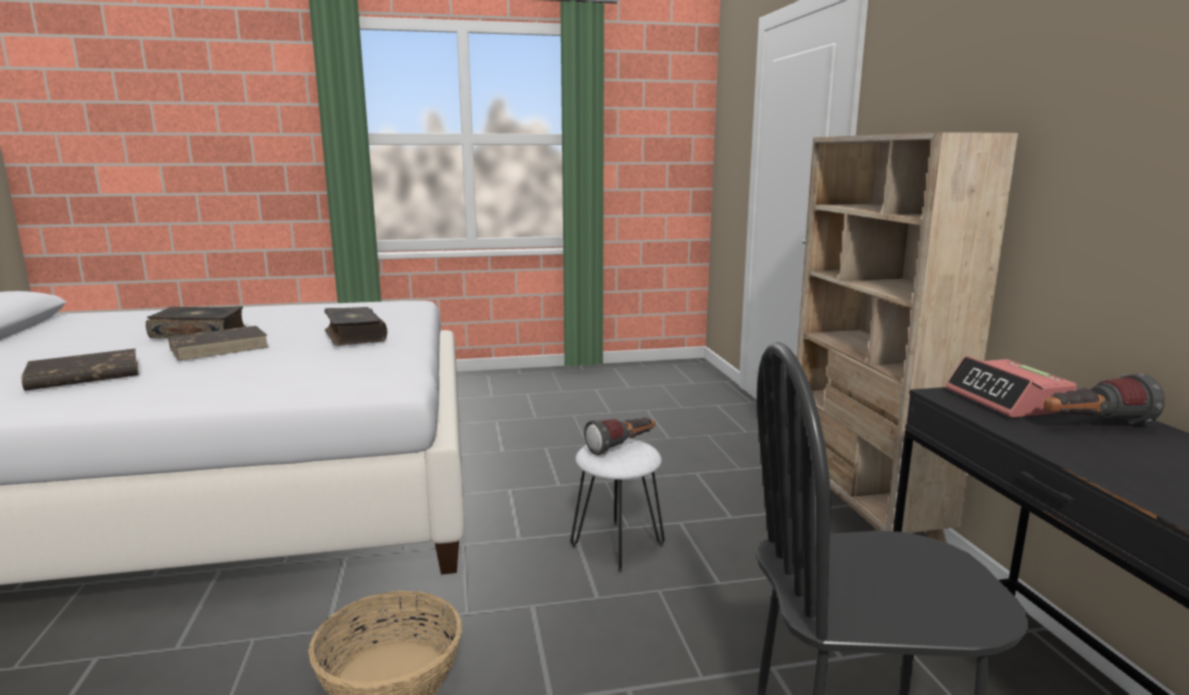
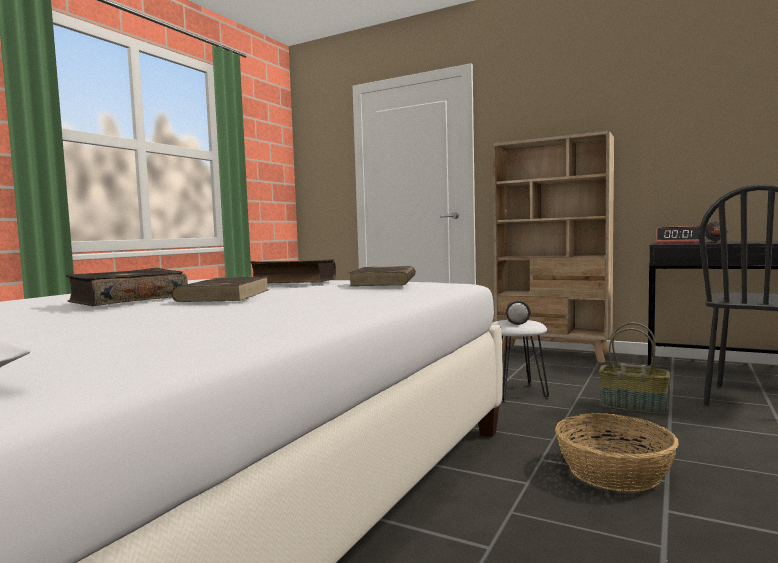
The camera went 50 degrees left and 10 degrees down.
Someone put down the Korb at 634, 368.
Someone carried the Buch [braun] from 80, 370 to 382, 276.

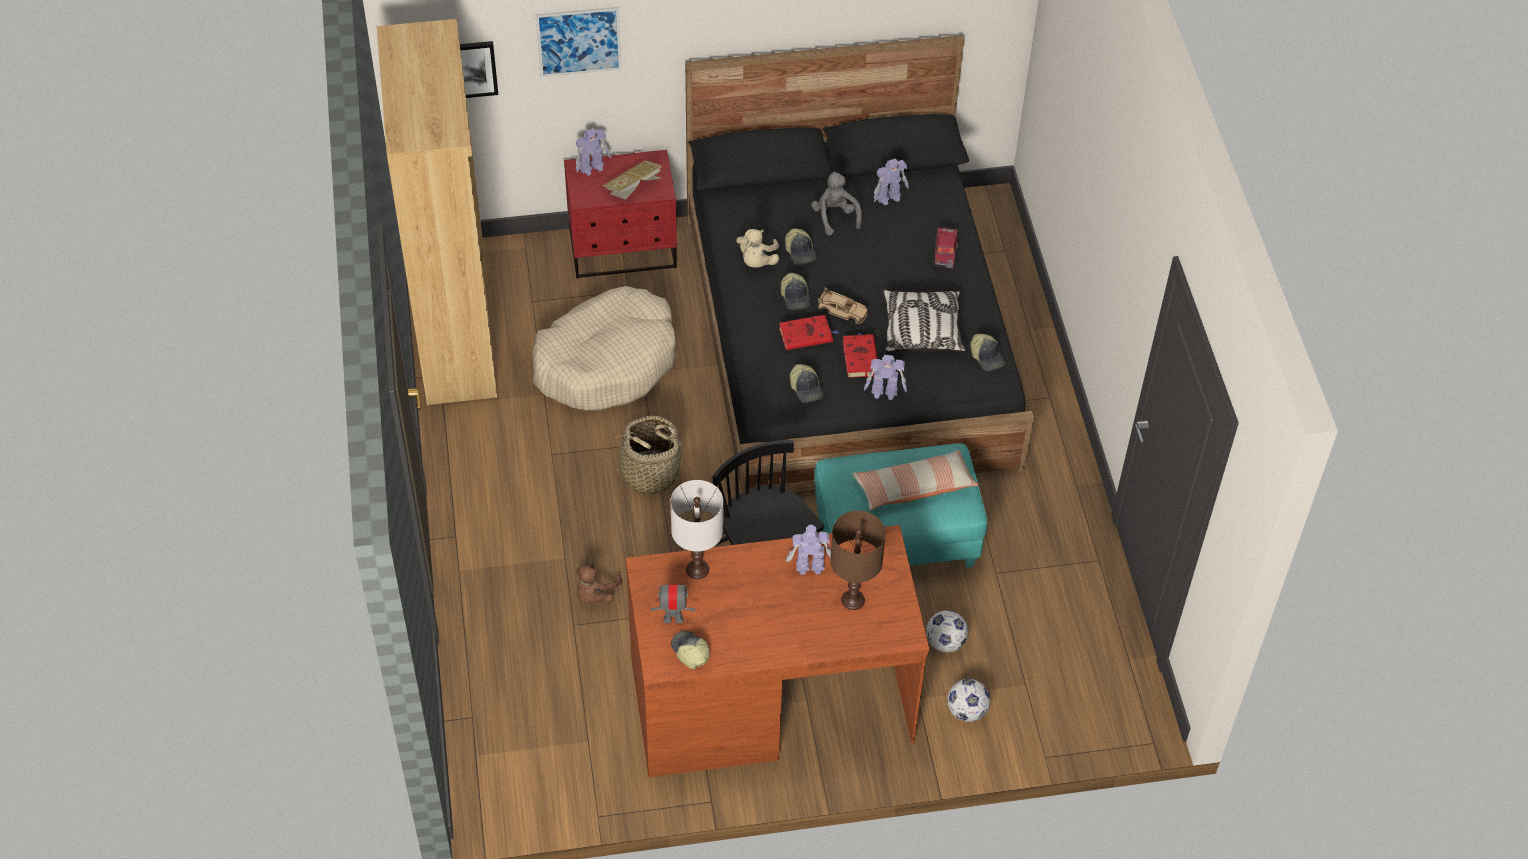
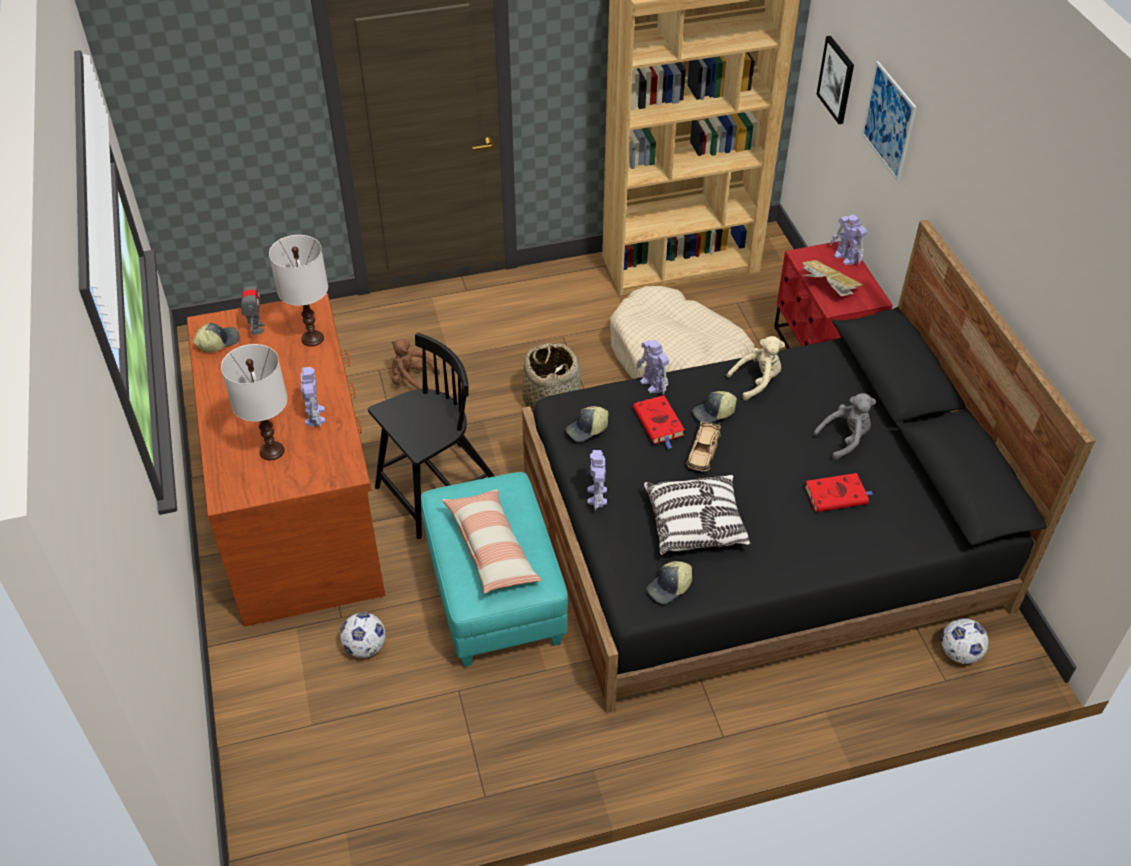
The camera went 85 degrees right and 5 degrees down.
Someone took away the Kappe at 800, 246.
Someone took away the Spielzeugauto at 946, 247.
Someone carried the Buch [rot] from 860, 355 to 839, 492.
Someone carried the Spielzeugroboter from 891, 181 to 653, 367.
Someone carried the Fußball from 968, 700 to 965, 641.
Someone repainted the Tischlampe [braun] at 858, 560, which became the Tischlampe [weiß] at 254, 402.
Someone rotated the Plüschtier [beige] at 757, 248 by 150 degrees clockwise.

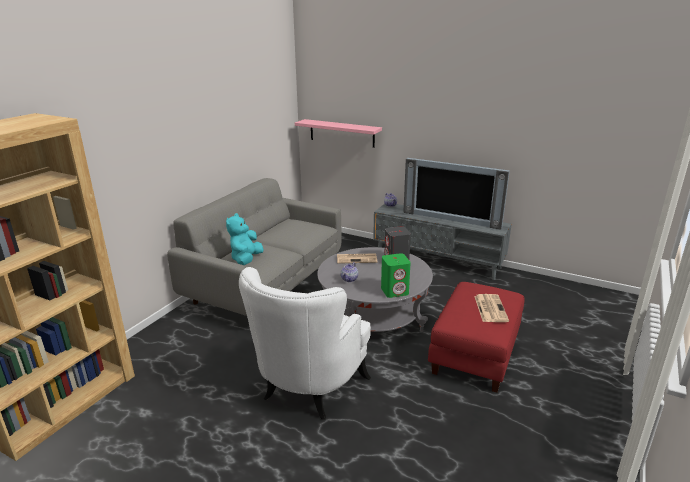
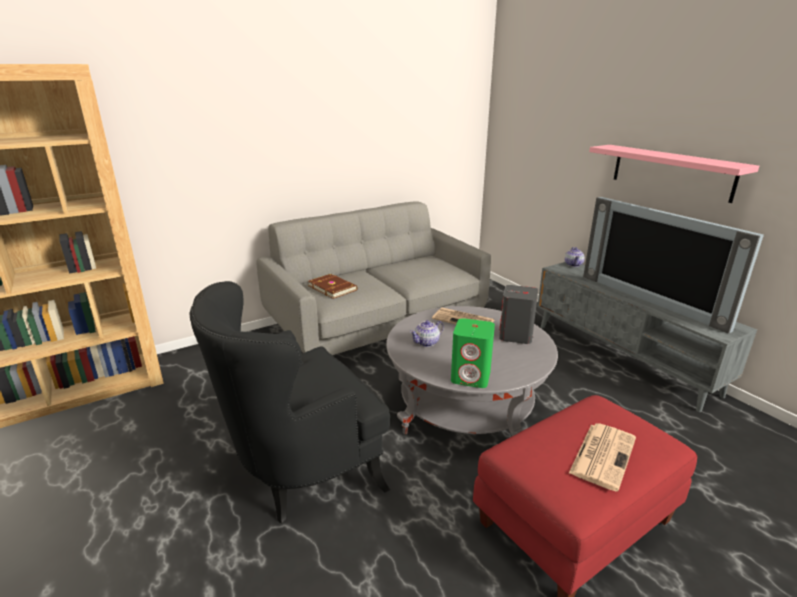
The camera went 30 degrees right and 0 degrees up.
Someone carried the Wandregal [rosa] from 338, 133 to 674, 174.
Someone swapped the Plüschtier [türkis] at 245, 239 for the Buch [braun] at 332, 286.
Someone repainted the Sessel [weiß] at 305, 343, which became the Sessel [schwarz] at 289, 402.

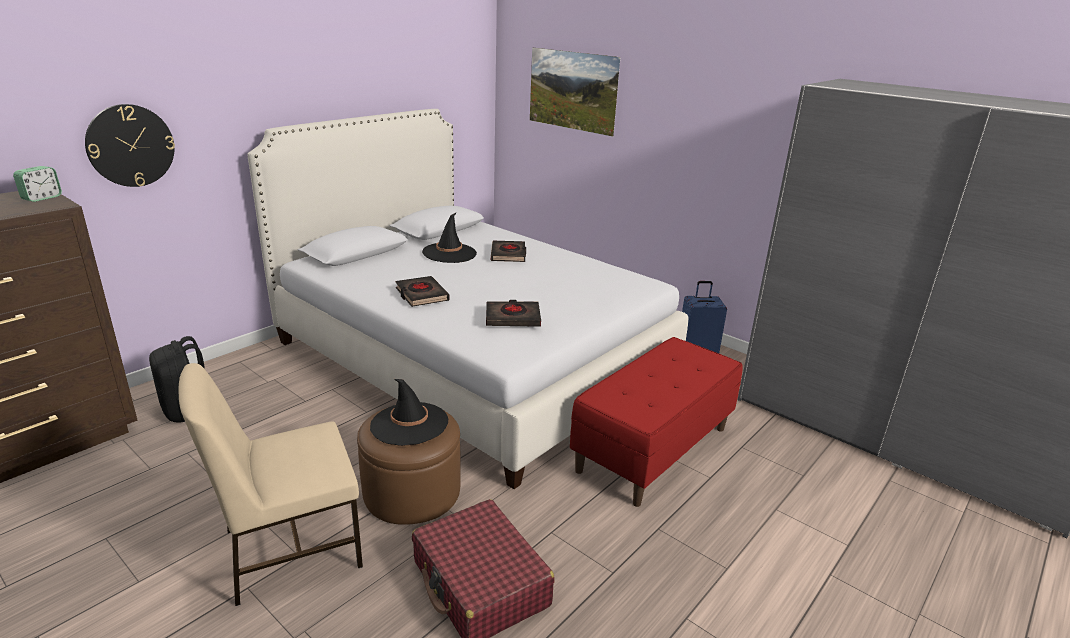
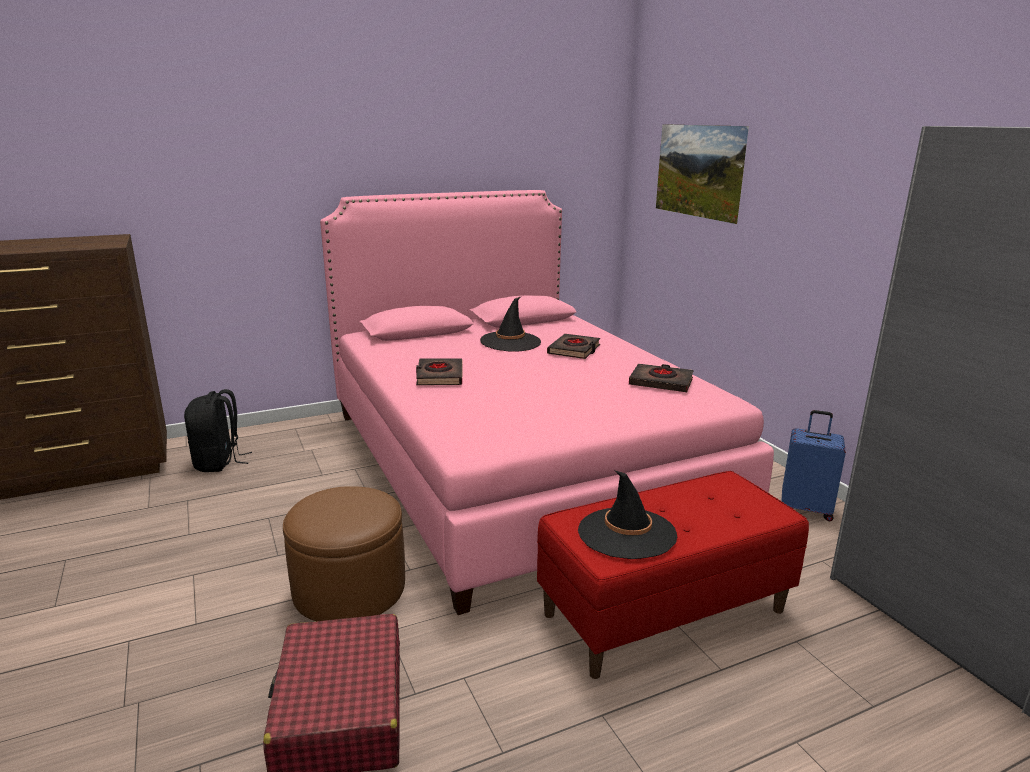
The camera went 25 degrees right and 5 degrees down.
Someone took away the Wecker at 37, 184.
Someone took away the Wanduhr at 130, 145.
Someone took away the Stuhl [beige] at 271, 484.
Someone carried the Hut [schwarz] from 409, 412 to 628, 514.
Someone carried the Buch [schwarz] from 513, 313 to 661, 378.
Someone repainted the Bett [weiß] at 467, 299, which became the Bett [rosa] at 547, 402.

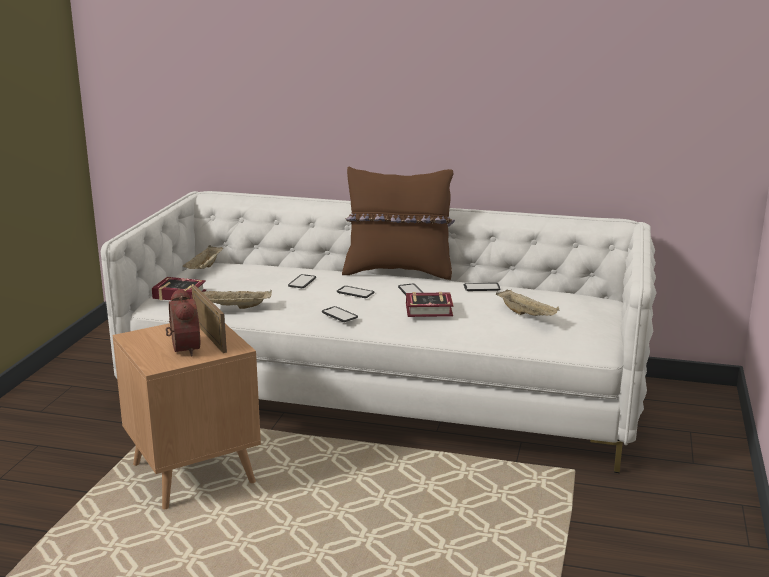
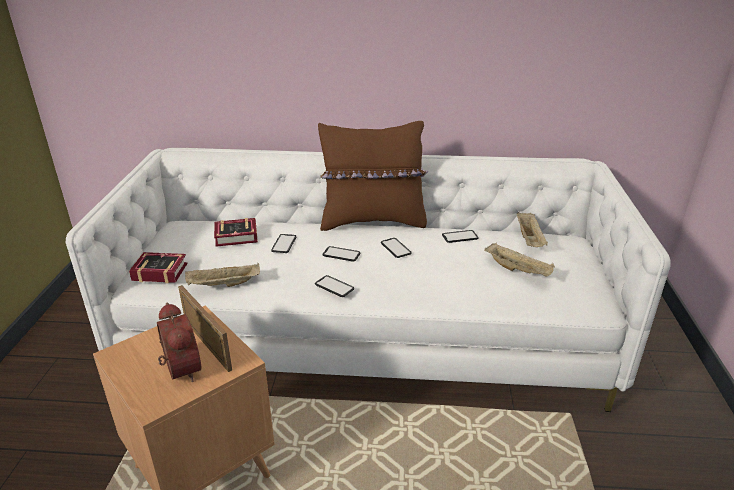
The camera went 10 degrees left and 10 degrees up.
Someone carried the Tablett [beige] from 203, 257 to 532, 229.
Someone carried the Buch from 429, 304 to 236, 232.

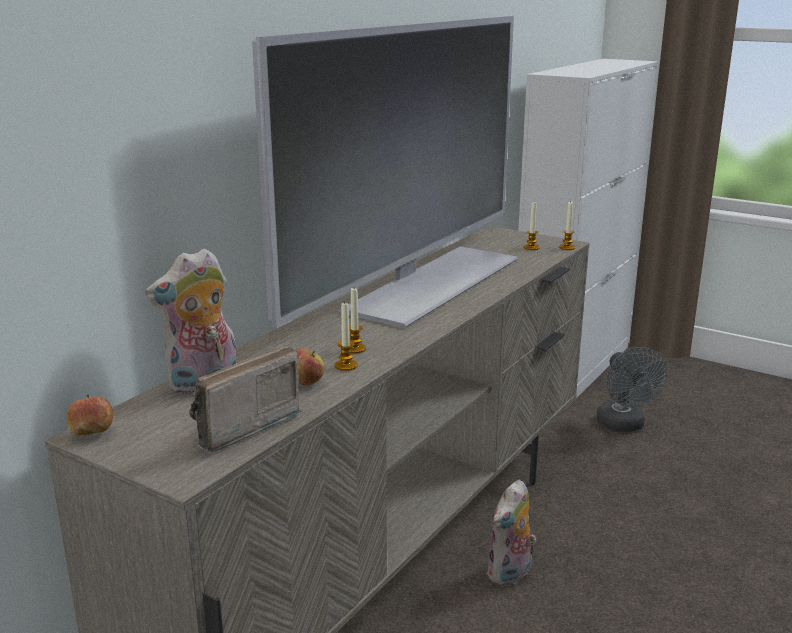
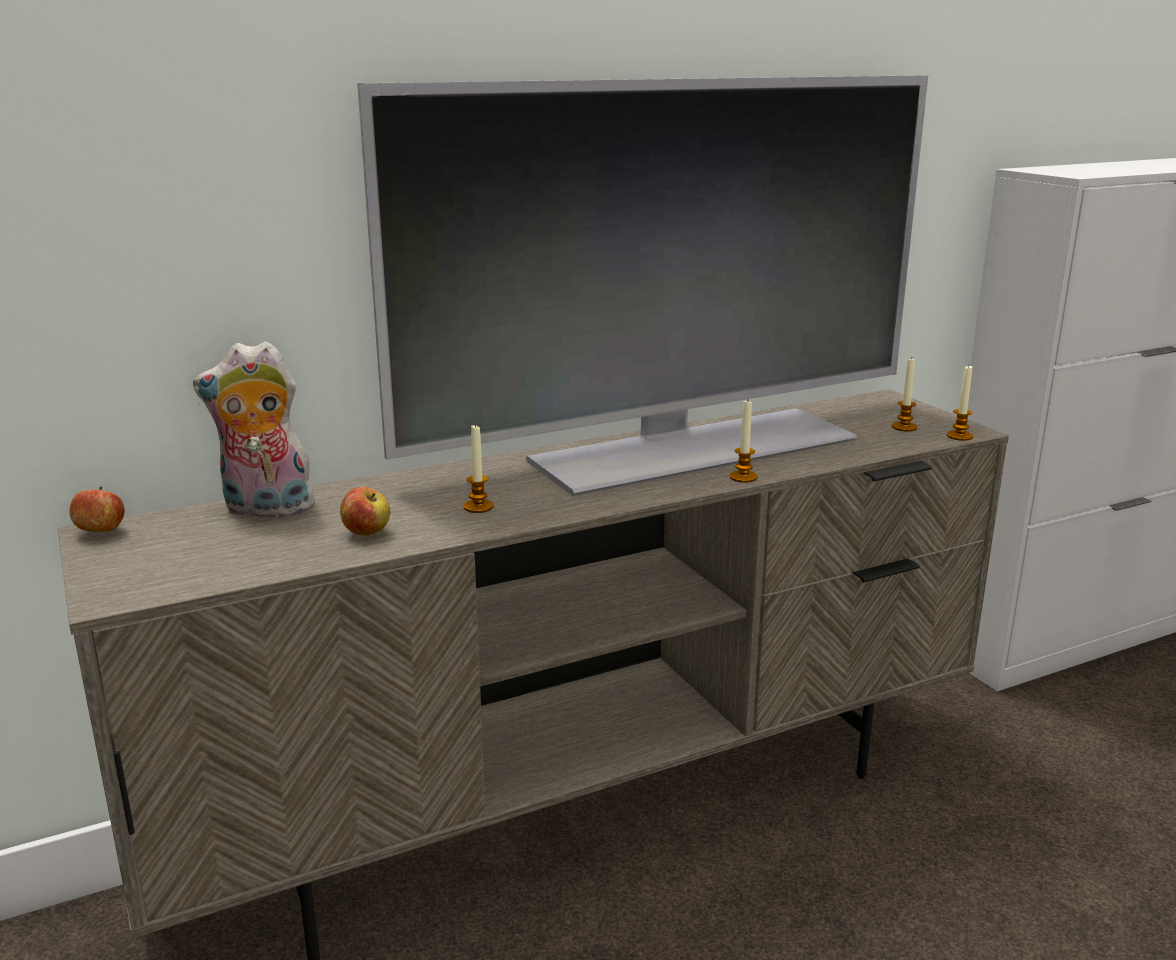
The camera went 30 degrees right and 0 degrees up.
Someone took away the Radio at 245, 399.
Someone took away the Plüschtier at 511, 533.
Someone took away the Ventilator [grau] at 631, 389.
Someone carried the Kerze from 346, 336 to 744, 441.

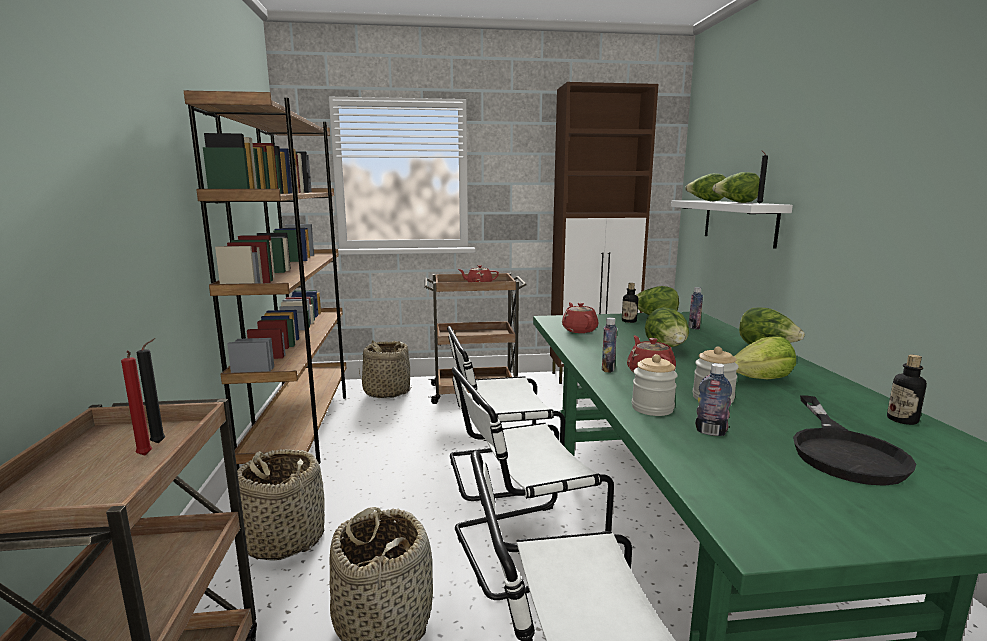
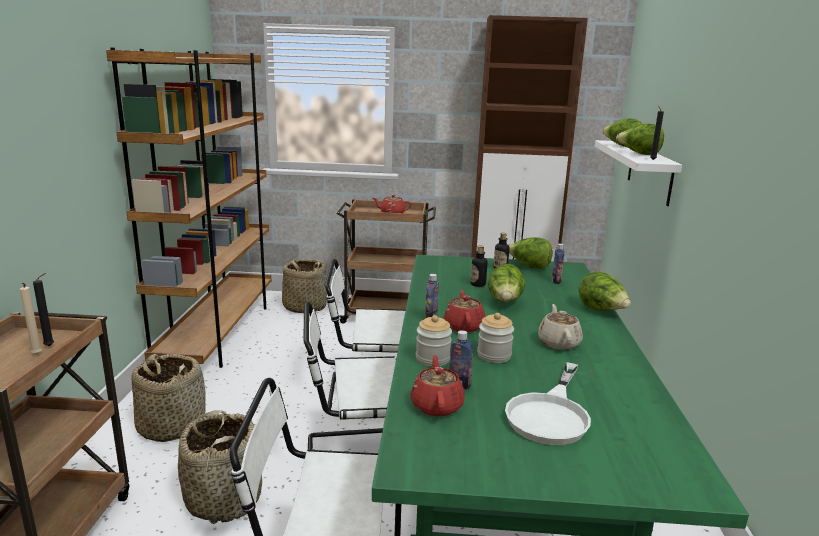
The camera went 10 degrees right and 5 degrees up.
Someone carried the Teekanne [rot] from 580, 317 to 437, 386.
Someone carried the Flasche from 907, 390 to 479, 266.
Someone swapped the Salatkopf at 765, 357 for the Teekanne [beige] at 560, 327.
Someone repainted the Kerze [rot] at 136, 403, which became the Kerze [beige] at 31, 318.
Someone repainted the Pfanne [schwarz] at 854, 440, which became the Pfanne [weiß] at 548, 403.

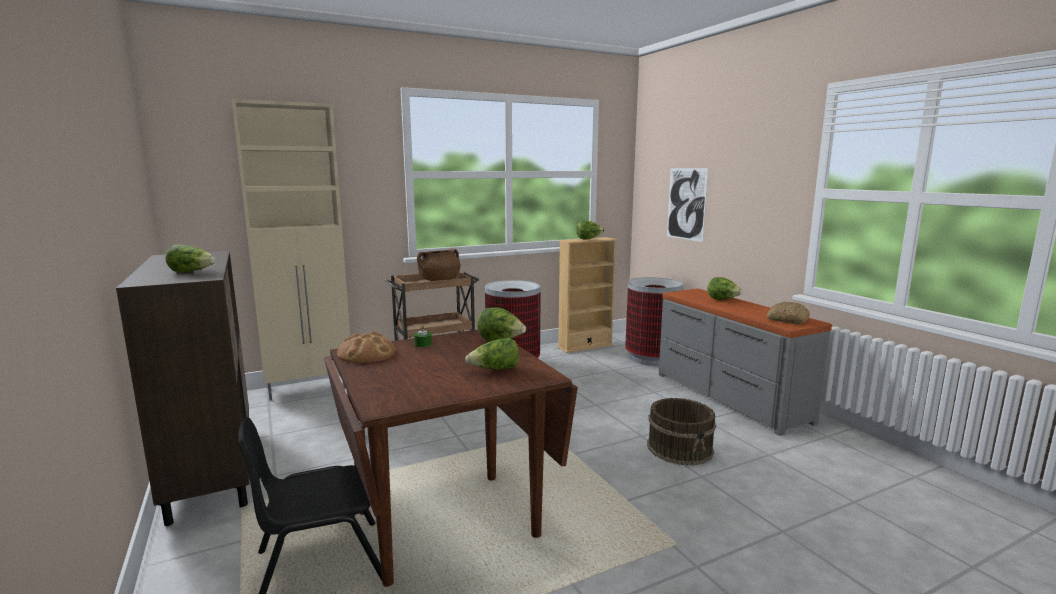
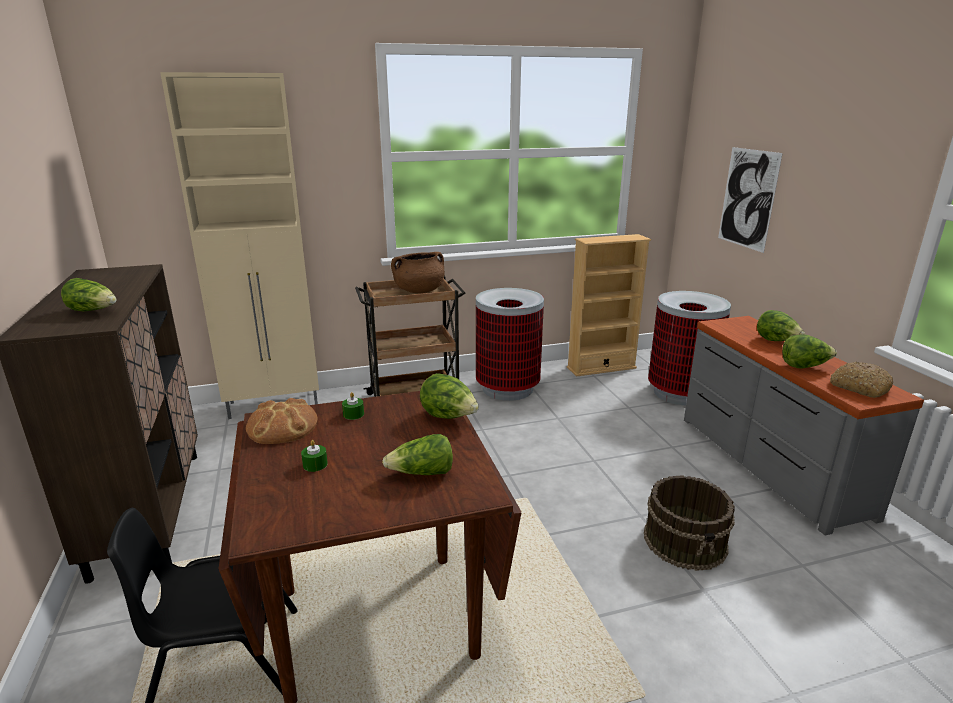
The camera went 10 degrees right and 10 degrees up.
Someone put down the Kerze [grün] at 314, 456.
Someone carried the Salatkopf from 590, 230 to 809, 351.

